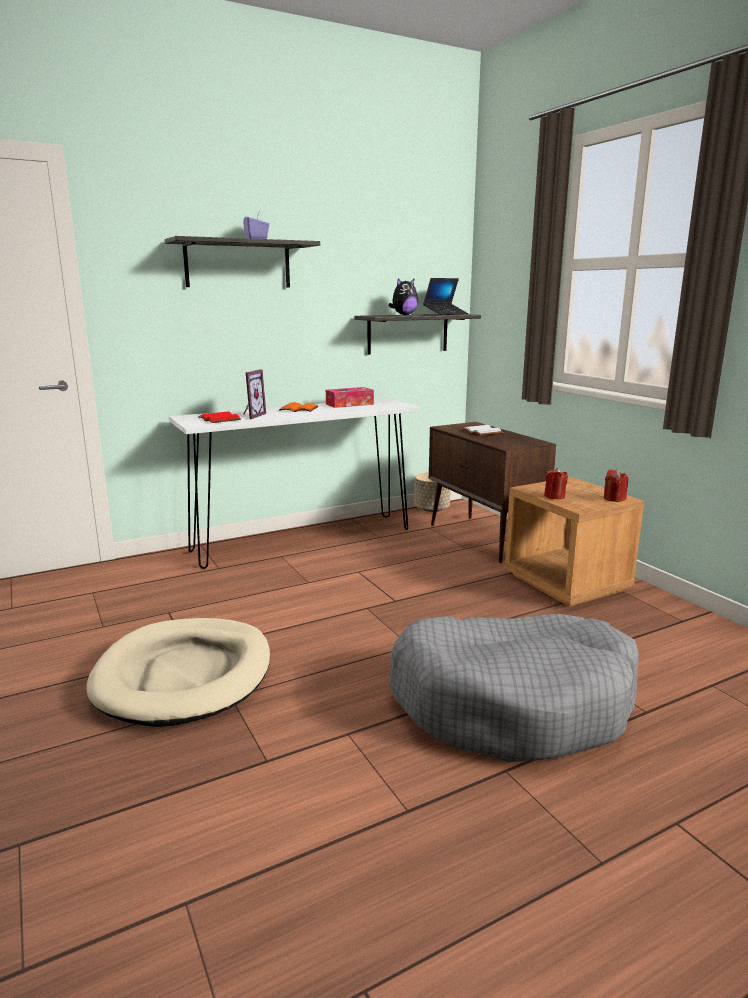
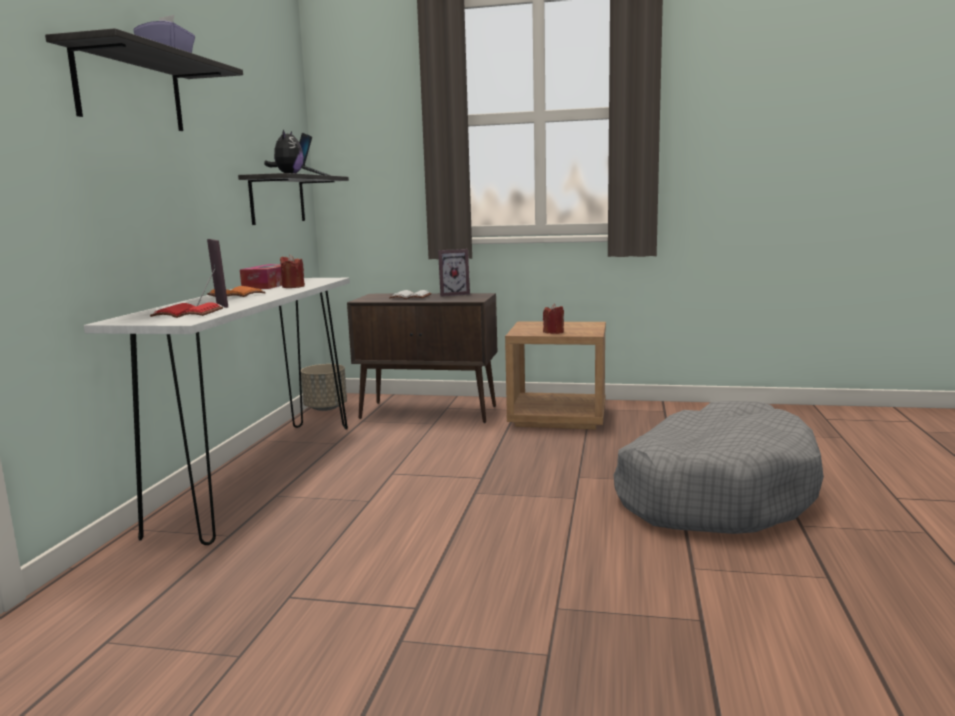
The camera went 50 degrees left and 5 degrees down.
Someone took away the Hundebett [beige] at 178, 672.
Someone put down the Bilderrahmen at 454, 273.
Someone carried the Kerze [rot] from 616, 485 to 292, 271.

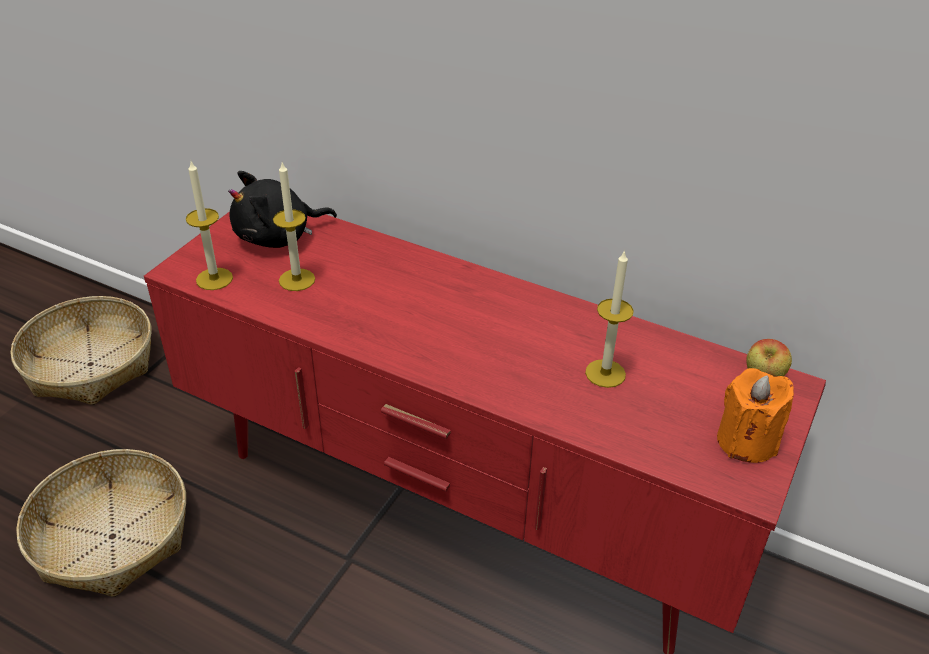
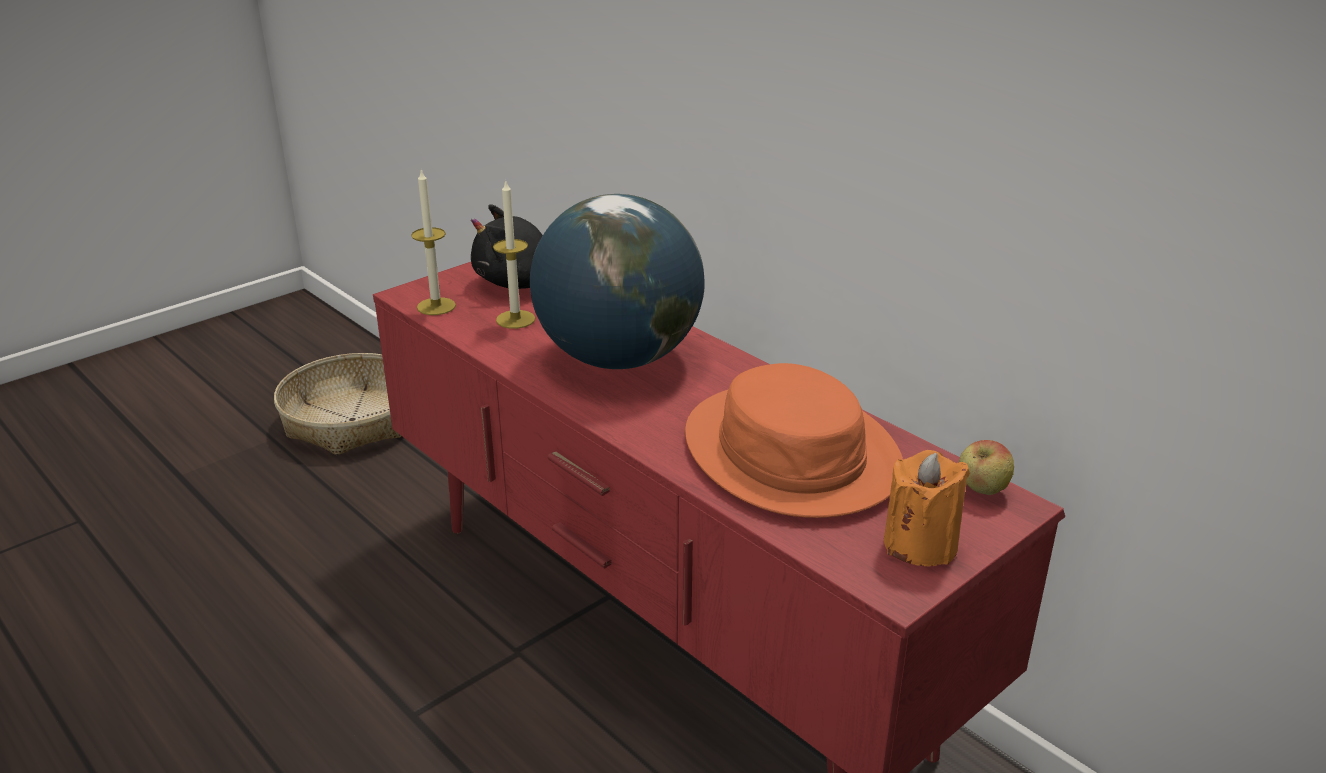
The camera went 20 degrees right and 10 degrees down.
Someone took away the Korb at 101, 523.
Someone put down the Globus at 617, 281.
Someone swapped the Kerze at 609, 319 for the Hut [orange] at 794, 440.

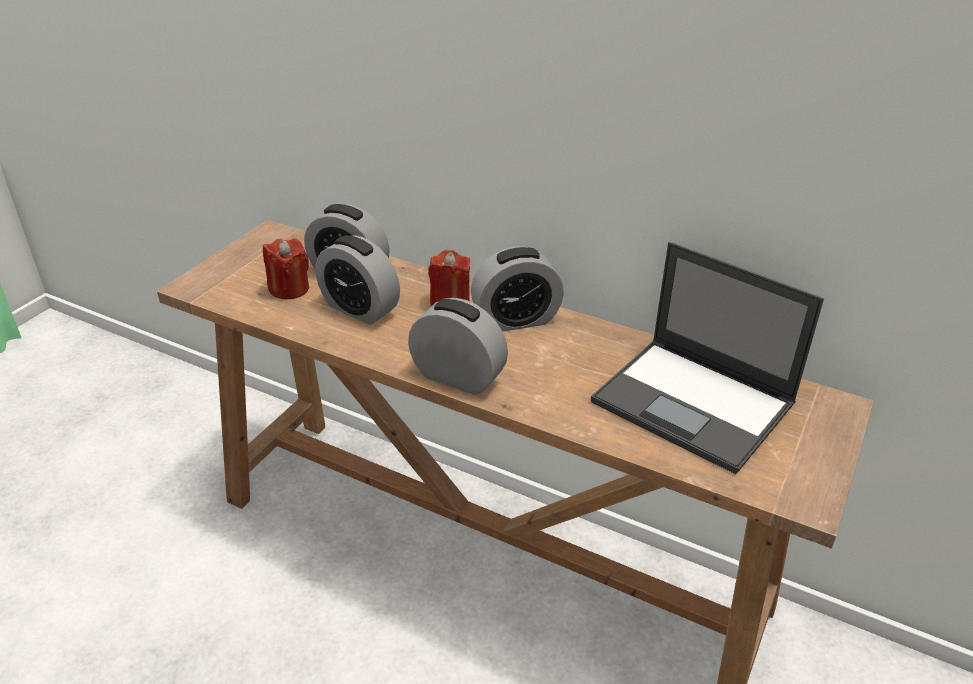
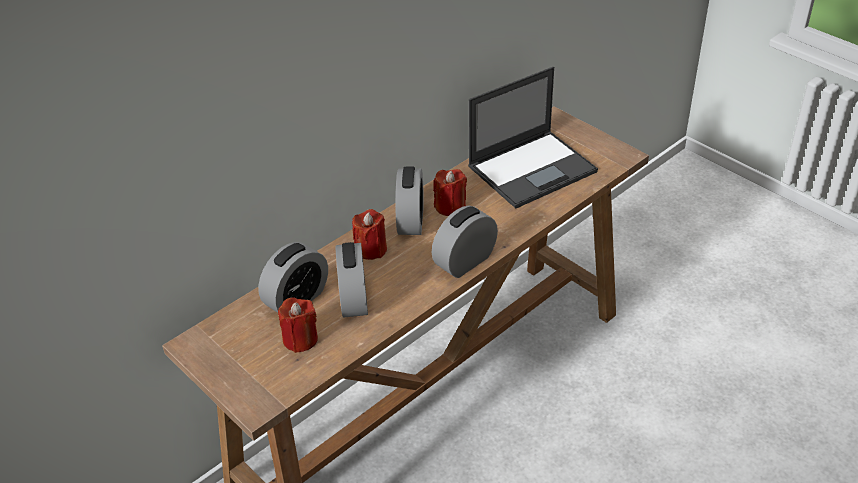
The camera went 70 degrees left and 5 degrees up.
Someone put down the Kerze [rot] at 450, 192.
Someone rotated the Wecker at 357, 280 by 60 degrees counterclockwise.

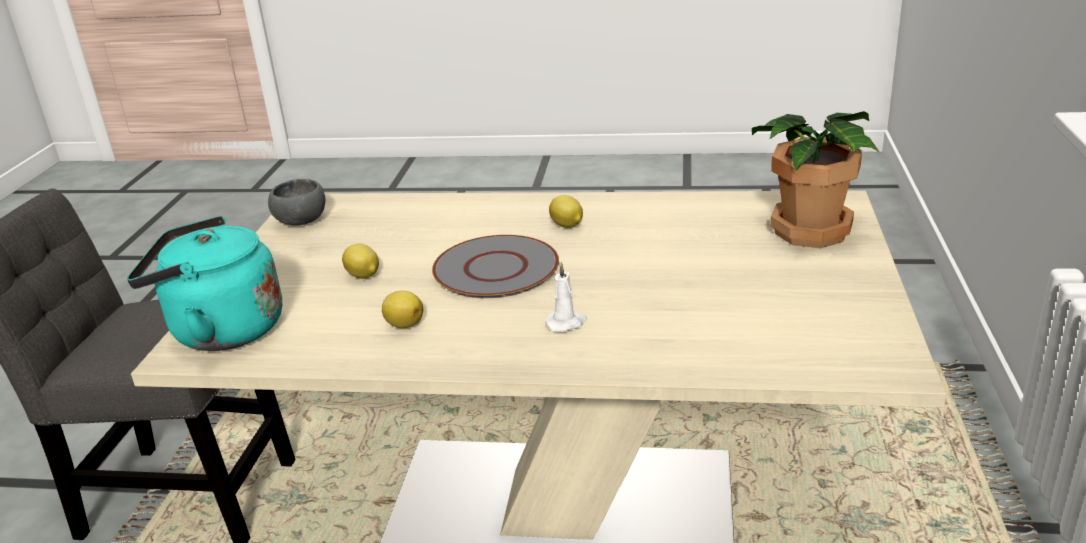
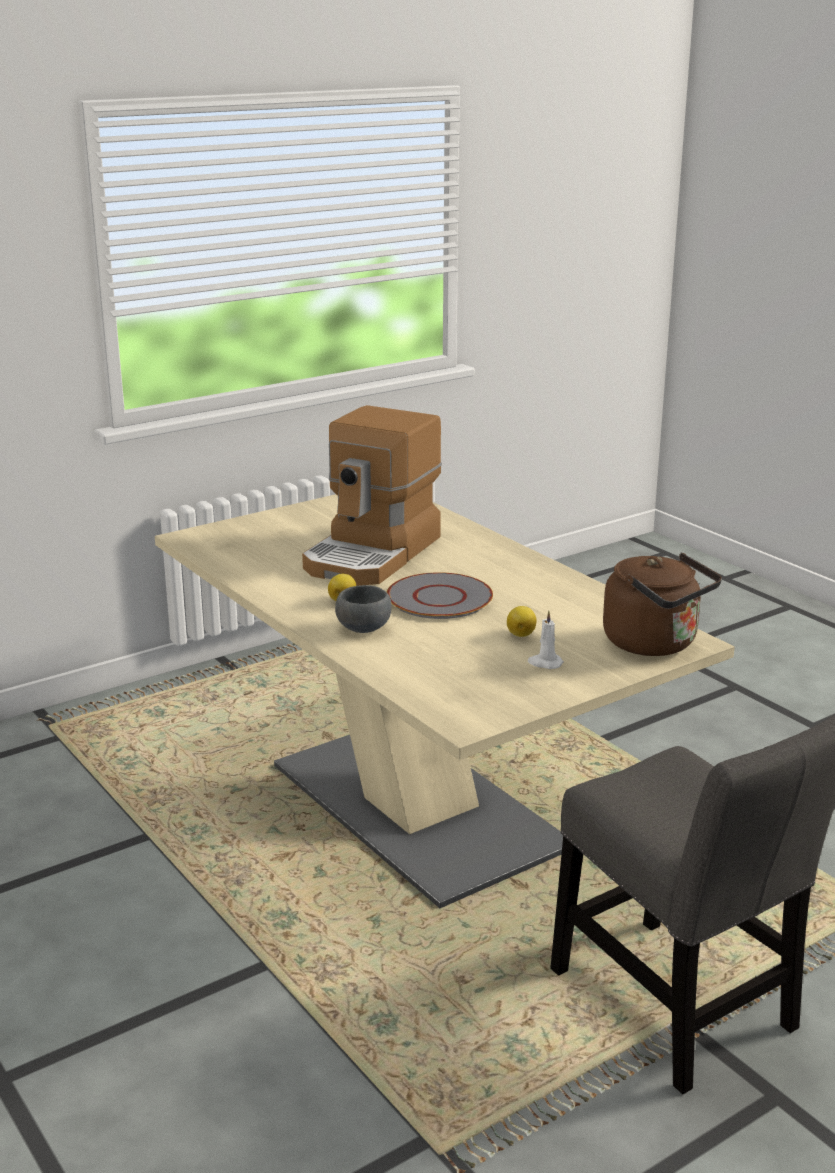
The camera went 135 degrees left and 5 degrees down.
Someone took away the Zitrone at 402, 309.
Someone took away the Topfpflanze at 815, 179.
Someone put down the Kaffeemaschine at 372, 495.
Someone carried the Schüssel [grau] from 296, 202 to 363, 609.
Someone carried the Kerze [weiß] from 566, 297 to 546, 639.
Someone repainted the Wasserkessel [türkis] at 204, 283, which became the Wasserkessel [braun] at 662, 604.

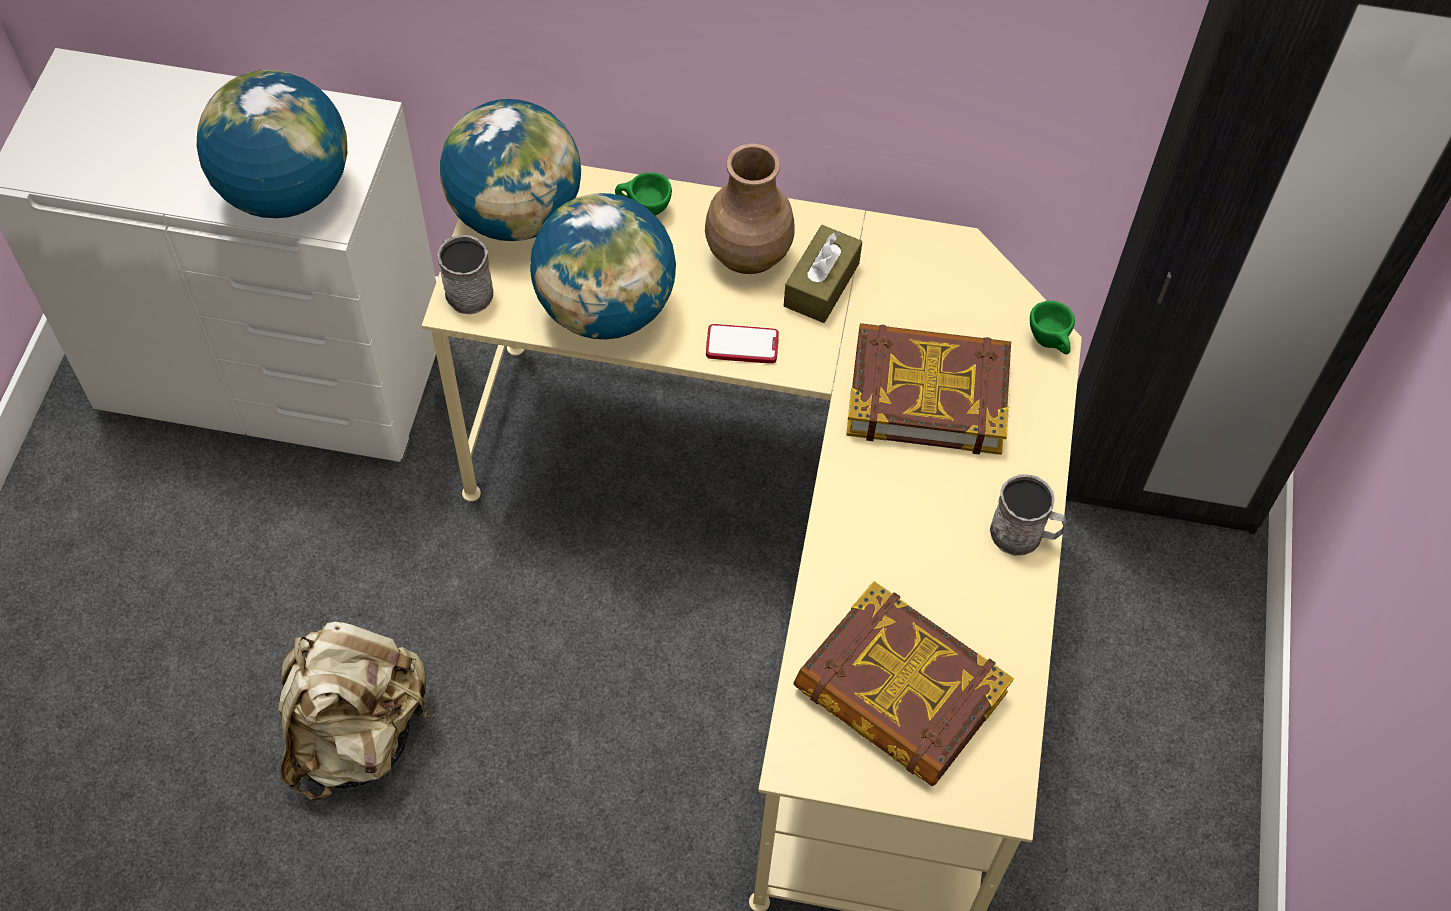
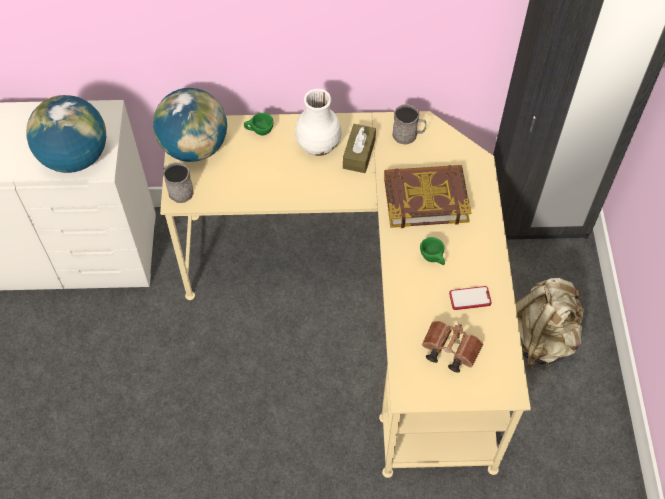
The camera went 10 degrees left and 0 degrees up.
Someone took away the Globus at 603, 266.
Someone carried the Rucksack [beige] from 354, 710 to 549, 324.
Someone carried the Handy from 742, 344 to 470, 298.
Someone carried the Henkelbecher [grau] from 1028, 515 to 409, 124.
Someone carried the Tasse [grün] from 1052, 327 to 432, 251.
Someone swapped the Buch at 903, 683 for the Fernglas [braun] at 452, 347.
Someone repainted the Vase [braun] at 750, 209, which became the Vase [weiß] at 318, 122.

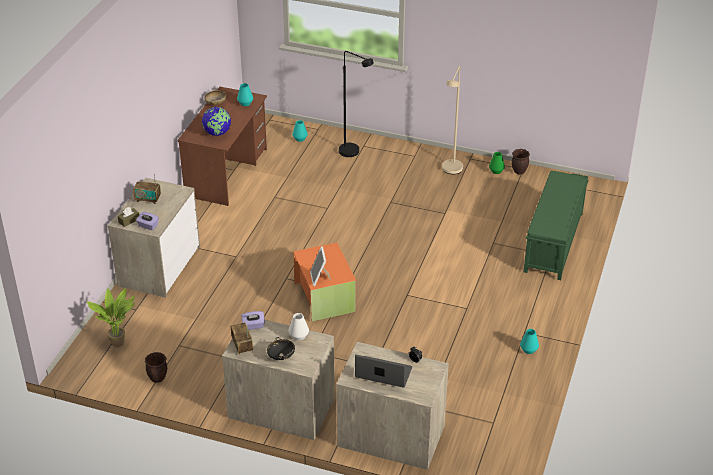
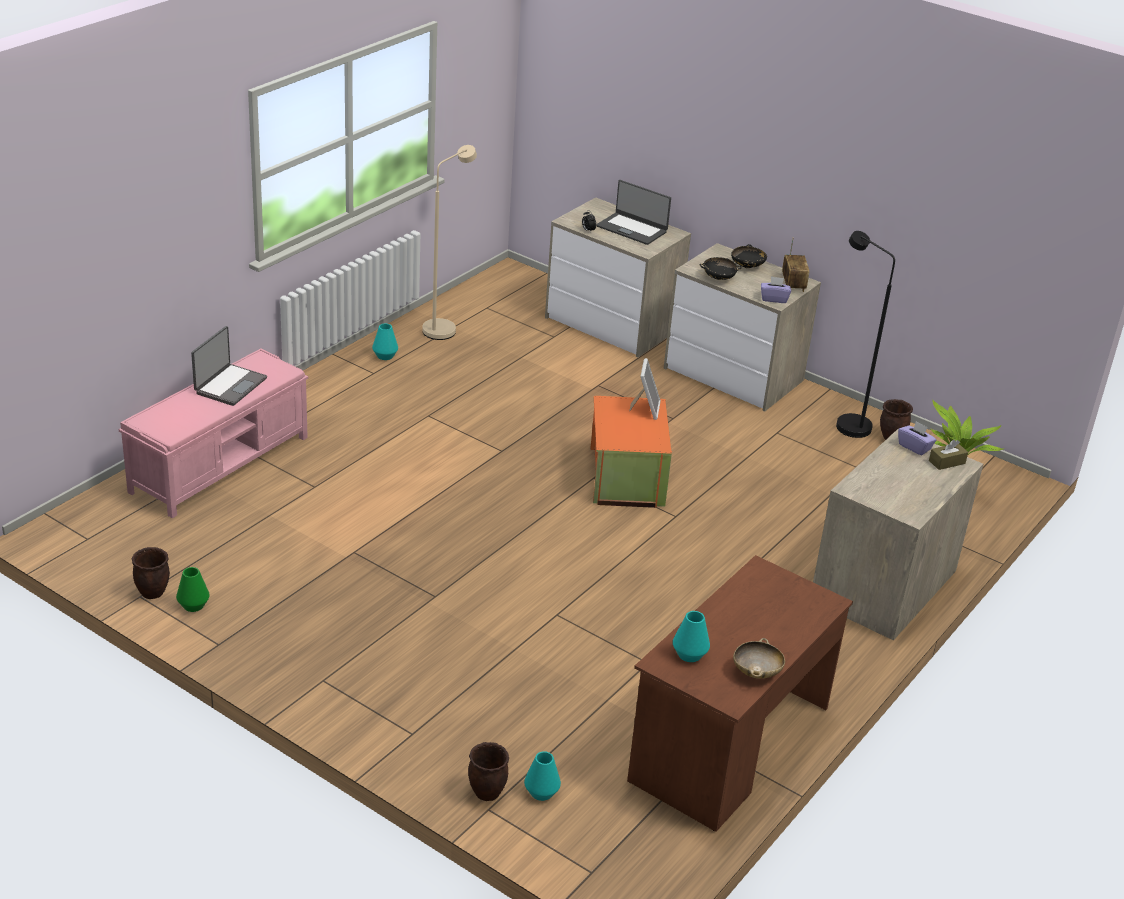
The camera went 165 degrees left and 5 degrees down.
Someone took away the Radio at 147, 189.
Someone took away the Globus at 216, 121.
Someone put down the Laptop at 229, 366.
Someone put down the Pflanzkübel [braun] at 488, 771.
Someone carried the Stehlampe [schwarz] from 356, 104 to 865, 334.
Someone carried the Stehlampe [beige] from 452, 120 to 449, 242.
Someone swapped the Vase [weiß] at 298, 327 for the Schüssel [schwarz] at 720, 268.
Someone repainted the Bank [grün] at 555, 225, which became the Bank [rosa] at 213, 433.

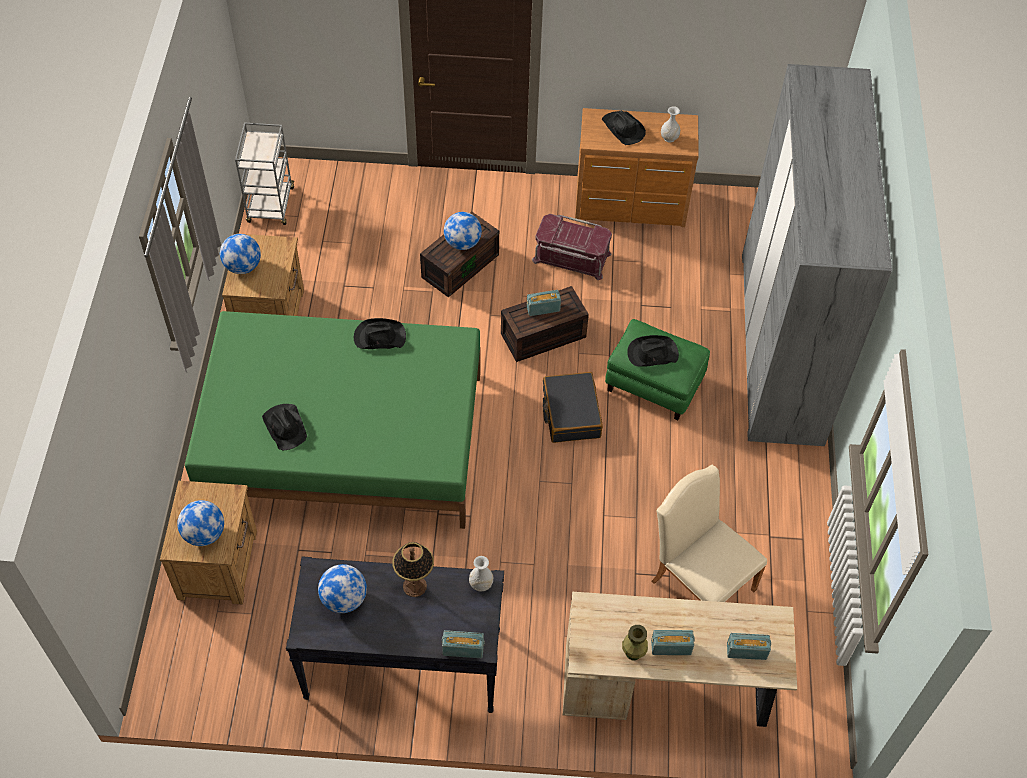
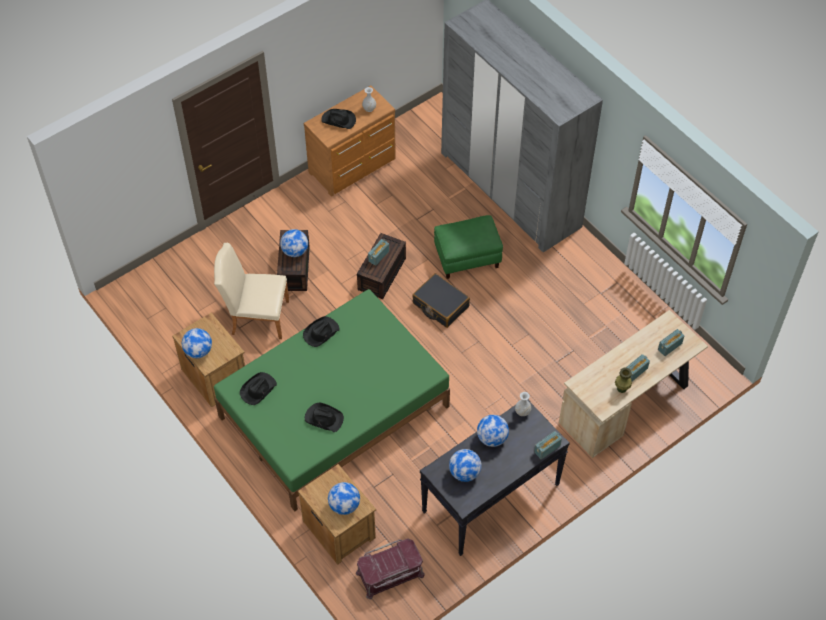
The camera went 40 degrees left and 0 degrees up.
Someone took away the Rollwagen [grau] at 264, 173.
Someone carried the Aufbewahrungsbox [rot] from 572, 247 to 390, 568.
Someone carried the Hut [schwarz] from 653, 351 to 258, 388.
Someone carried the Stuhl [beige] from 709, 533 to 251, 291.
Someone swapped the Tischlampe at 413, 569 for the Globus at 493, 431.

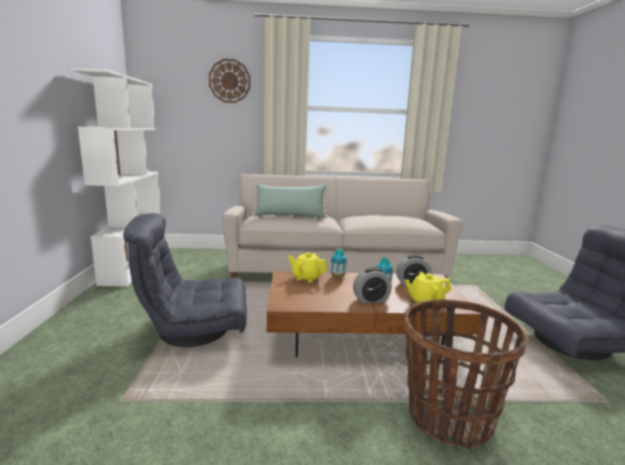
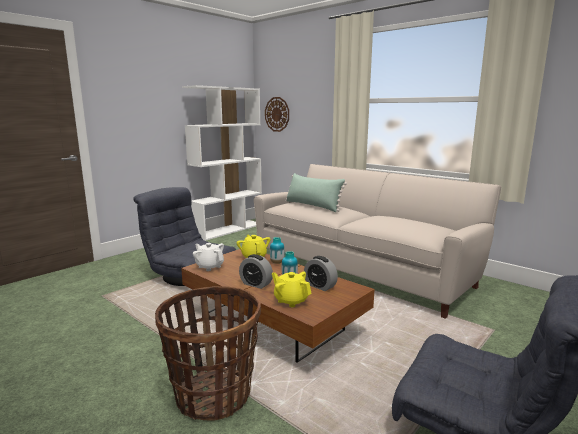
The camera went 45 degrees right and 0 degrees up.
Someone put down the Teekanne [weiß] at 208, 257.
Someone carried the Wanduhr from 229, 81 to 277, 114.

